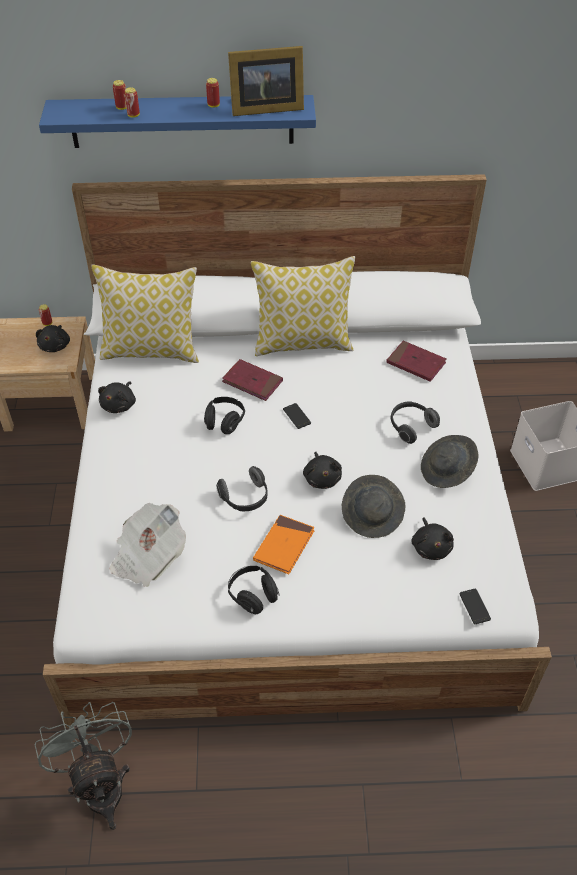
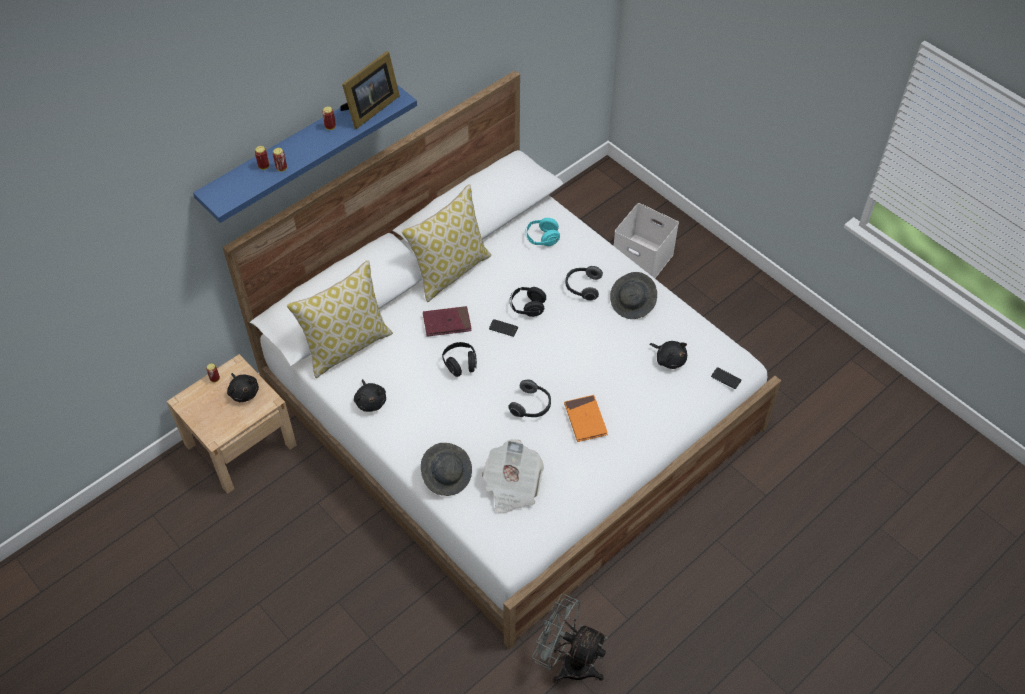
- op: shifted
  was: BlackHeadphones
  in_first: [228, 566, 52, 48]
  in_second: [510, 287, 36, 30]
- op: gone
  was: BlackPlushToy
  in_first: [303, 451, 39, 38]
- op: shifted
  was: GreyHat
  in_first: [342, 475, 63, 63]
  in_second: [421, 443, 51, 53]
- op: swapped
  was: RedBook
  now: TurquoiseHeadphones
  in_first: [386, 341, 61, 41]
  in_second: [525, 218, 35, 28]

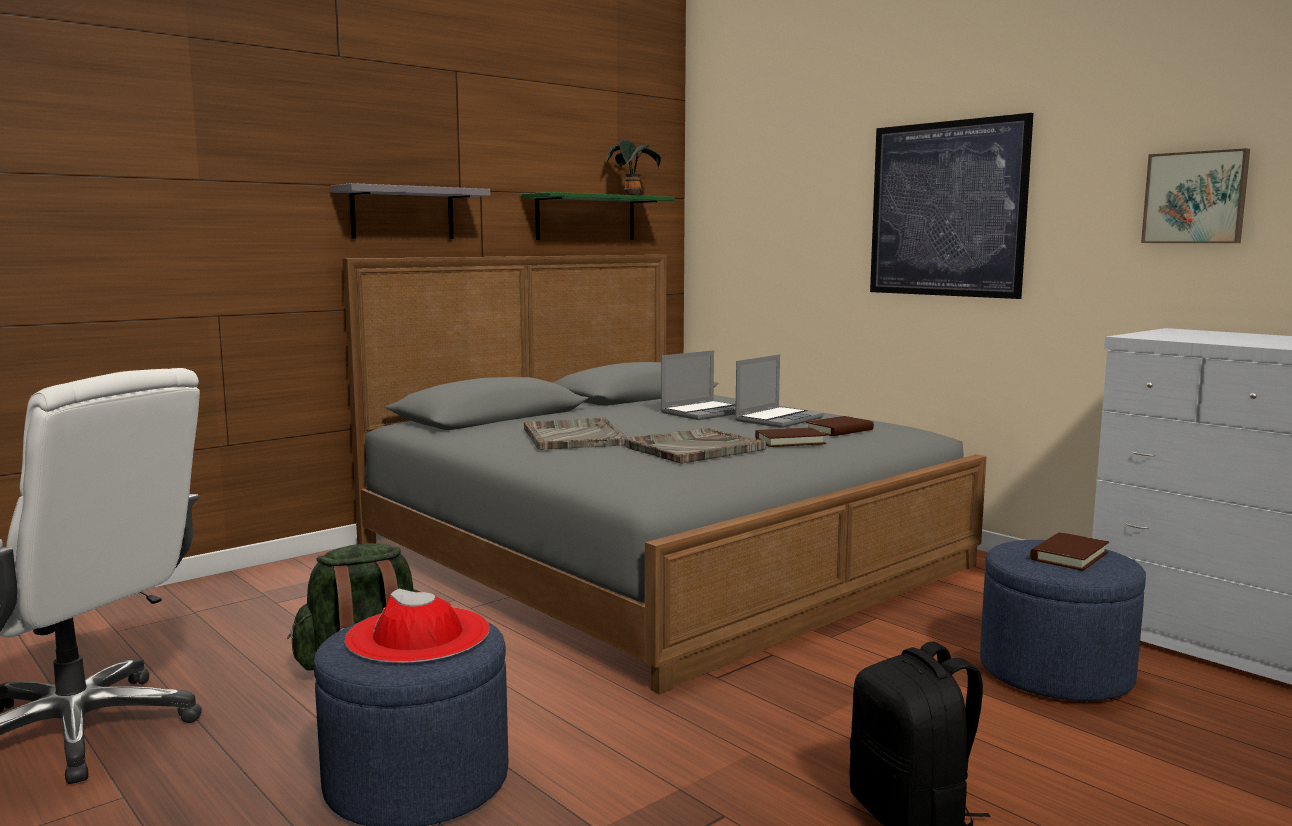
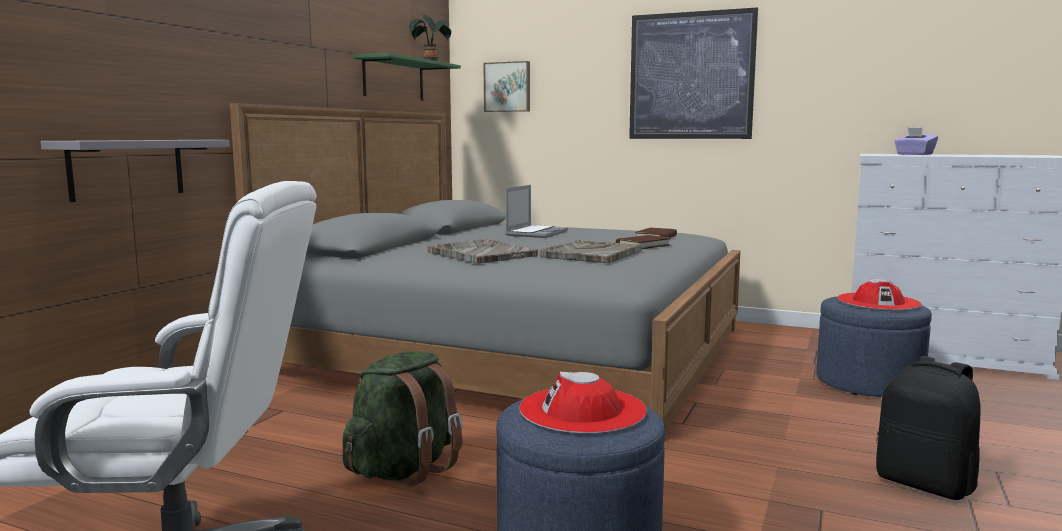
- op: shifted
  was: GreyShelf
  in_first: [331, 183, 159, 56]
  in_second: [41, 140, 189, 62]
- op: gone
  was: Laptop
  in_first: [735, 354, 89, 74]
- op: swapped
  was: BrownBook
  now: RedHat
  in_first: [1030, 532, 79, 39]
  in_second: [837, 279, 85, 31]
- op: shifted
  was: Picture
  in_first: [1141, 148, 109, 95]
  in_second: [483, 61, 47, 51]
- op: new
  now: PurpleTissueBox
  in_second: [894, 128, 44, 27]

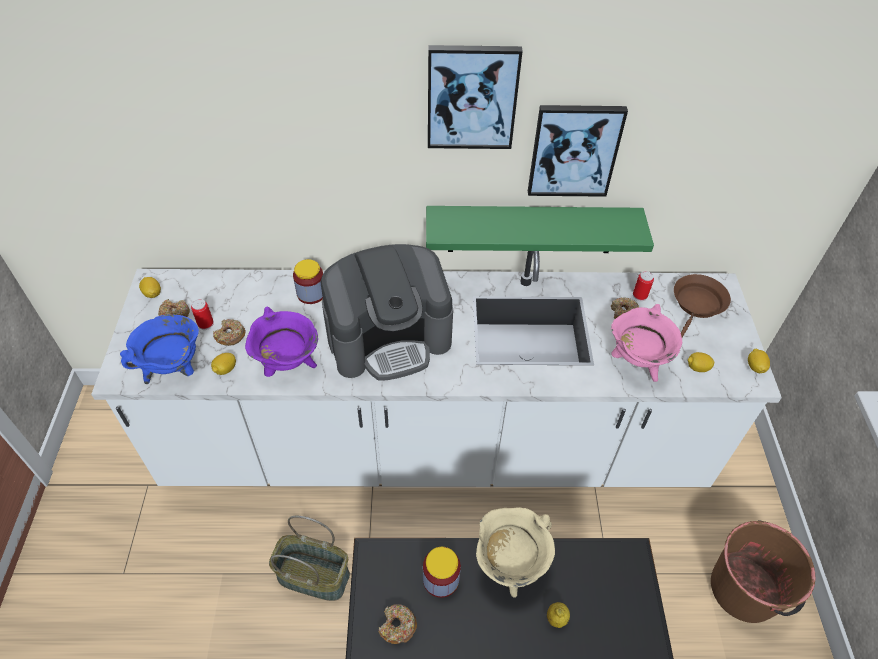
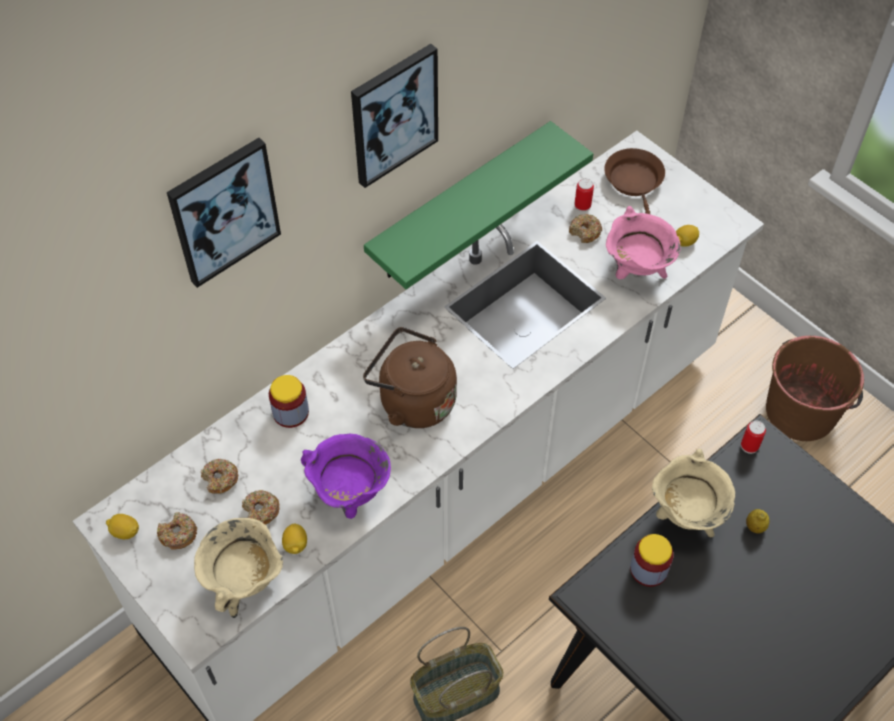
- op: repainted
  was: BlueCookingPot
  now: BeigeCookingPot
  in_first: [120, 314, 79, 70]
  in_second: [194, 518, 89, 100]
- op: shifted
  was: Can
  in_first: [191, 299, 23, 31]
  in_second: [741, 421, 25, 33]
- op: swapped
  was: CoffeeMachine
  now: BrownKettle
  in_first: [320, 244, 133, 137]
  in_second: [363, 327, 94, 101]
- op: shifted
  was: Donut
  in_first: [379, 604, 38, 40]
  in_second: [201, 459, 38, 35]
- op: shifted
  was: Picture
  in_first: [528, 105, 100, 92]
  in_second: [167, 138, 114, 150]
- op: gone
  was: Lemon
  in_first: [748, 349, 22, 24]

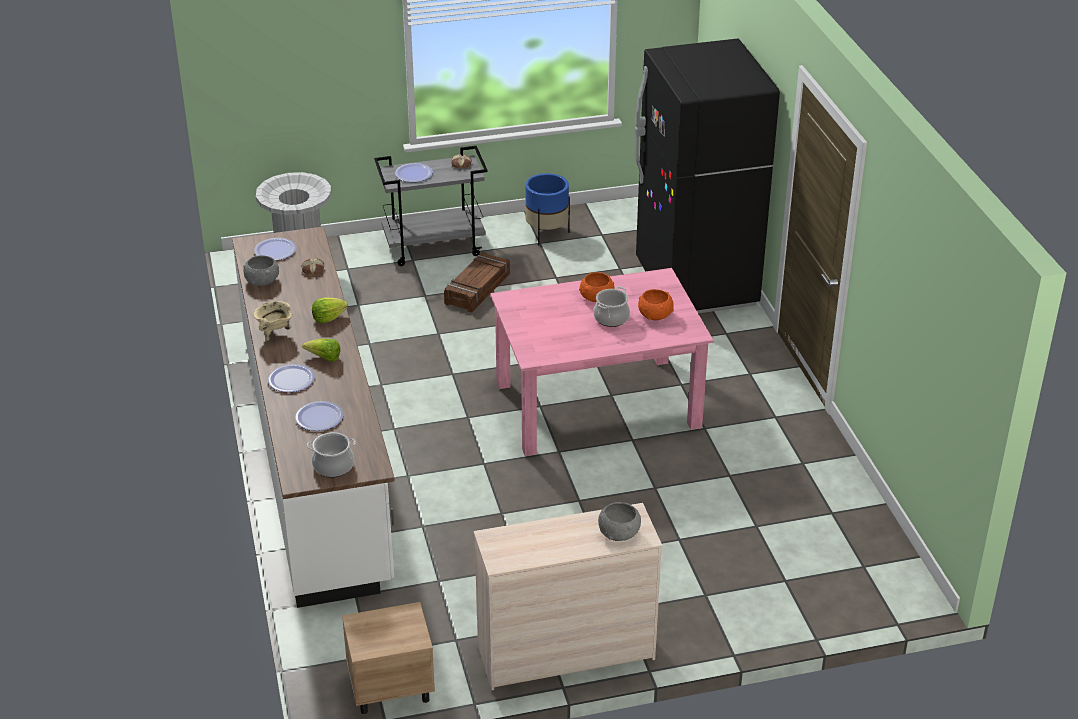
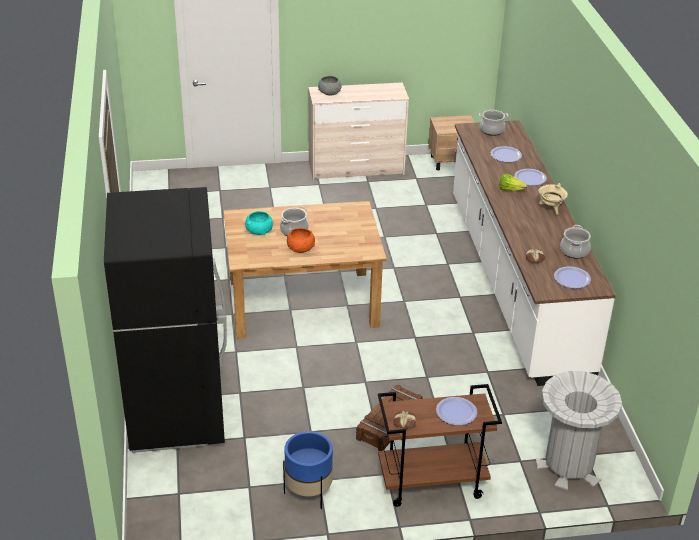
- op: swapped
  was: GreyBowl
  now: CookingPot
  in_first: [243, 255, 36, 31]
  in_second: [560, 225, 31, 34]
- op: gone
  was: Lettuce
  in_first: [312, 298, 36, 25]
- op: repainted
  was: GreyCart
  now: BrownCart
  in_first: [374, 146, 114, 120]
  in_second: [378, 384, 124, 123]
- op: repainted
  was: PinkDiningTable
  now: BrownDiningTable
  in_first: [490, 268, 224, 188]
  in_second: [224, 201, 163, 138]
- op: repainted
  was: OrangeBowl
  now: TurquoiseBowl
  in_first: [638, 289, 36, 31]
  in_second: [245, 211, 28, 24]

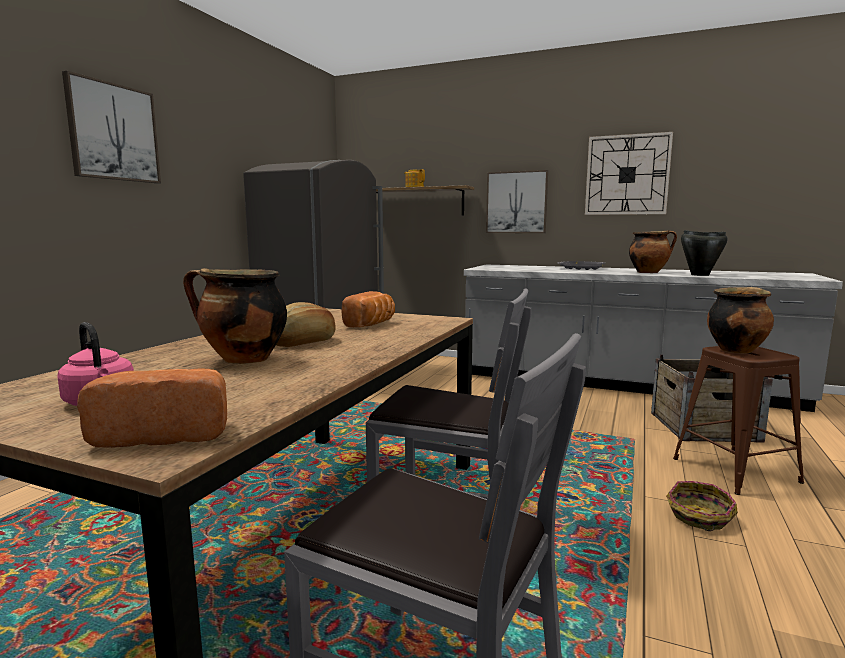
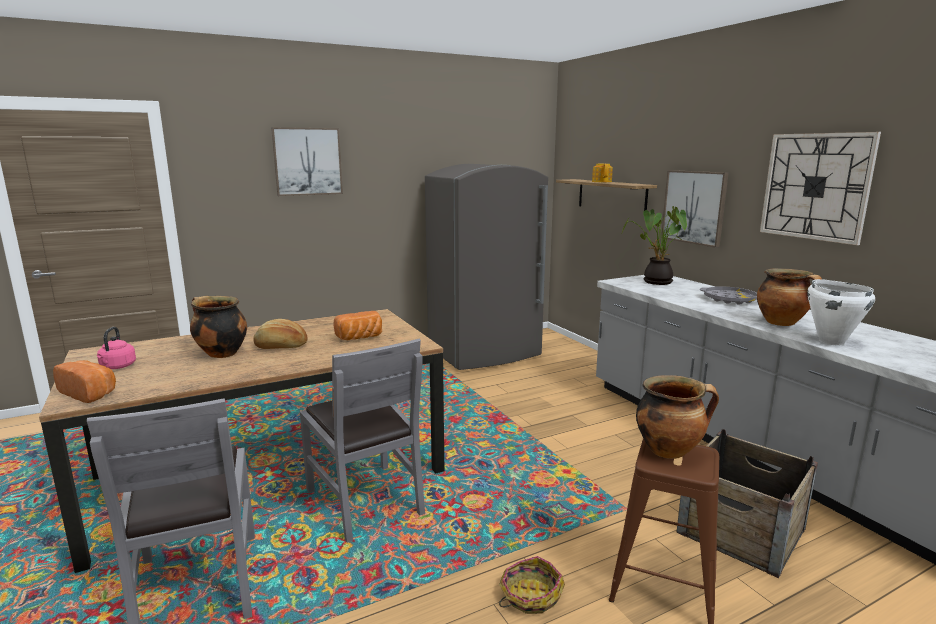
- op: repainted
  was: BlackCookingPot
  now: WhiteCookingPot
  in_first: [681, 230, 47, 46]
  in_second: [807, 279, 68, 66]
- op: new
  now: PottedPlant
  in_second: [622, 206, 65, 79]

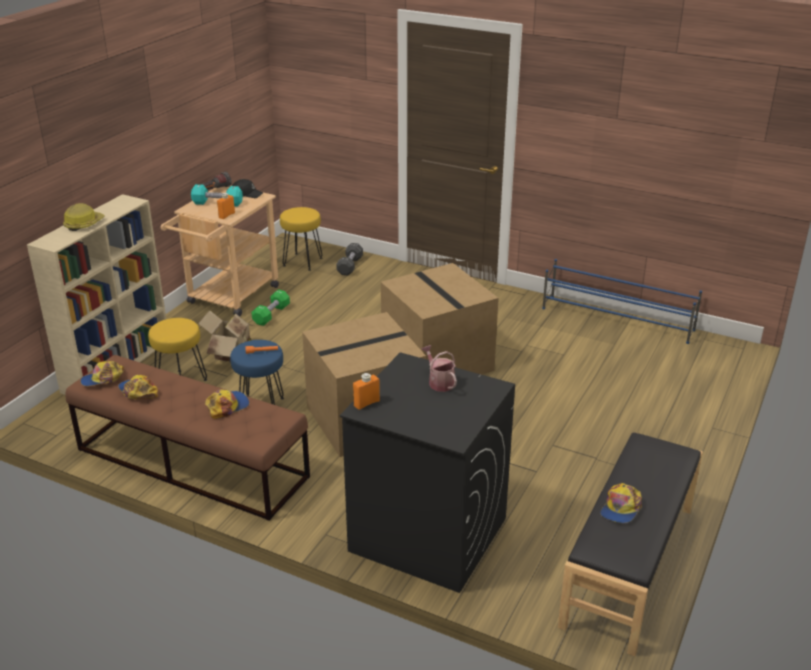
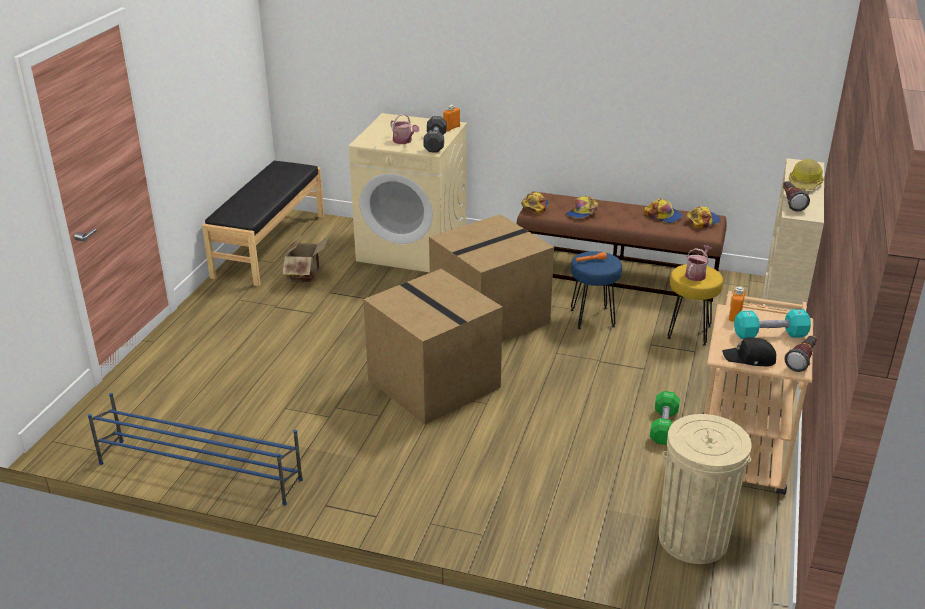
- op: shifted
  was: CardboardBox
  in_first: [198, 310, 56, 52]
  in_second: [283, 235, 46, 48]
- op: swapped
  was: YellowStool
  now: BeigeTrashCan
  in_first: [280, 207, 42, 64]
  in_second: [659, 414, 93, 150]
- op: shifted
  was: BlackDumbbell
  in_first: [336, 243, 27, 33]
  in_second: [423, 116, 24, 36]
- op: repainted
  was: BlackWashingMachine
  now: BeigeWashingMachine
  in_first: [340, 352, 175, 241]
  in_second: [349, 113, 118, 160]
- op: shifted
  was: Cap
  in_first: [600, 483, 42, 40]
  in_second: [521, 192, 28, 22]
- op: new
  now: WateringCan
  in_second: [685, 245, 27, 36]
- op: new
  now: Flashlight
  in_second: [783, 181, 27, 31]

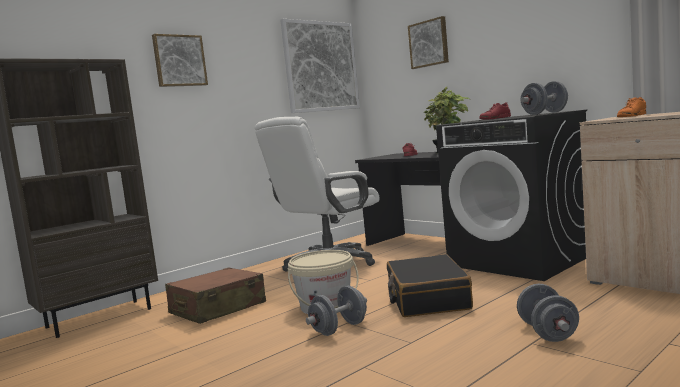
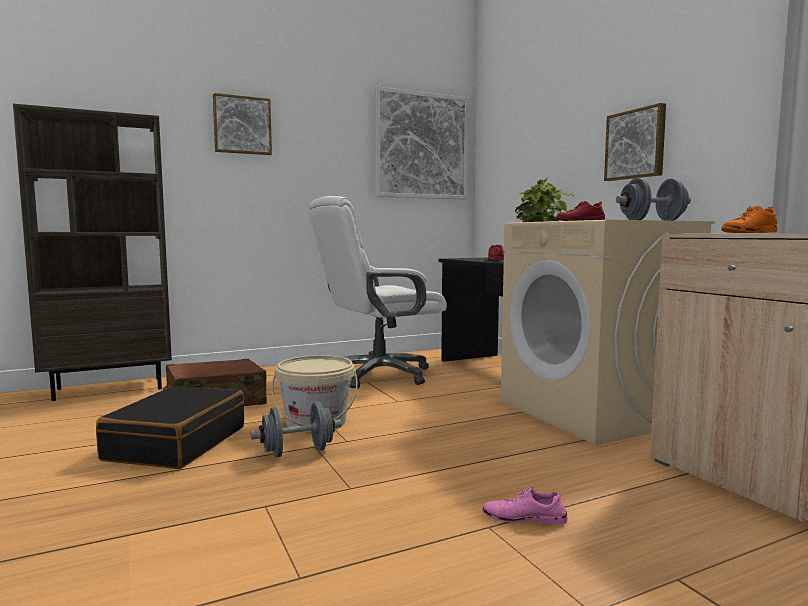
- op: shifted
  was: BlackSuitcase
  in_first: [387, 254, 86, 63]
  in_second: [96, 386, 148, 83]
- op: shifted
  was: Picture
  in_first: [408, 16, 41, 53]
  in_second: [604, 103, 62, 78]
- op: repainted
  was: BlackWashingMachine
  now: BeigeWashingMachine
  in_first: [436, 110, 151, 171]
  in_second: [501, 220, 214, 225]
- op: swapped
  was: GreyDumbbell
  now: PinkShoe
  in_first: [517, 284, 62, 58]
  in_second: [482, 487, 86, 38]

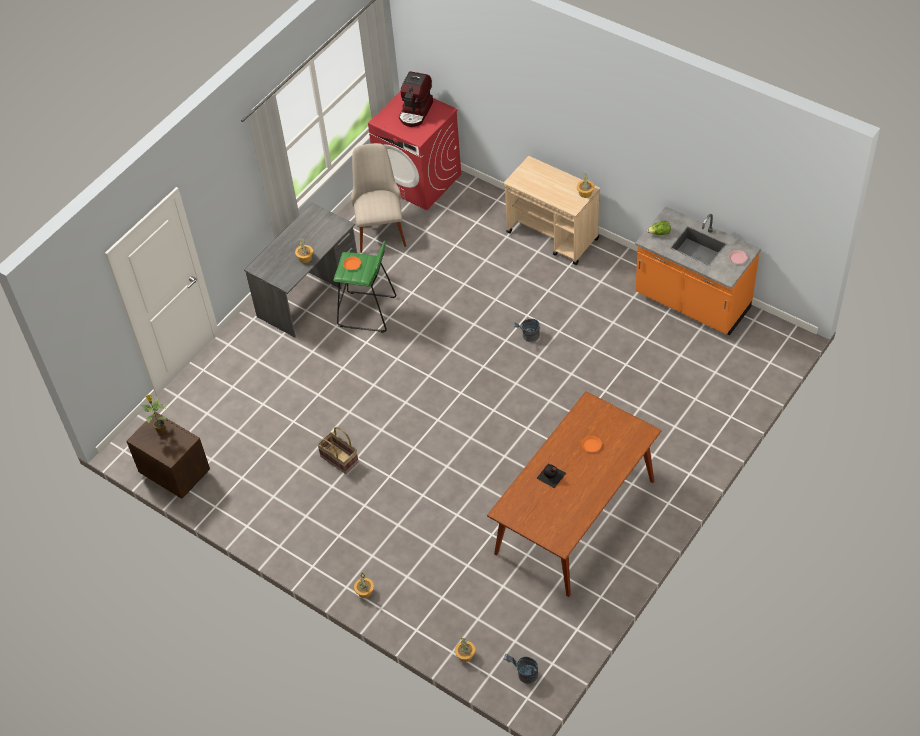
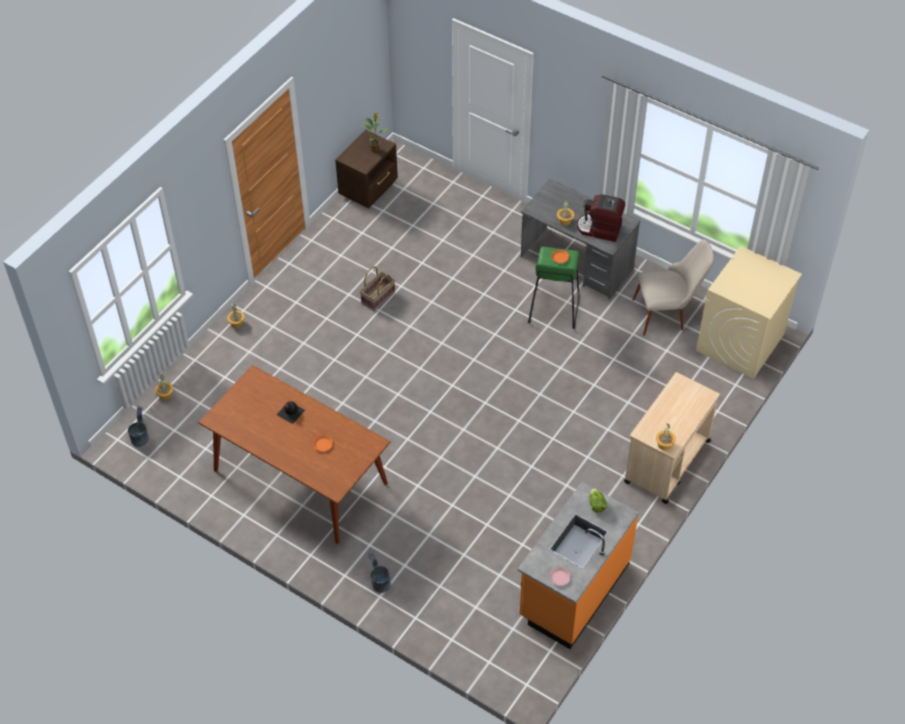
- op: repainted
  was: RedWashingMachine
  now: BeigeWashingMachine
  in_first: [368, 91, 93, 119]
  in_second: [696, 246, 106, 133]
- op: shifted
  was: CoffeeMachine
  in_first: [399, 71, 34, 56]
  in_second: [577, 194, 48, 48]
- op: shifted
  was: GreyBucket
  in_first: [512, 319, 28, 23]
  in_second: [367, 551, 24, 42]

